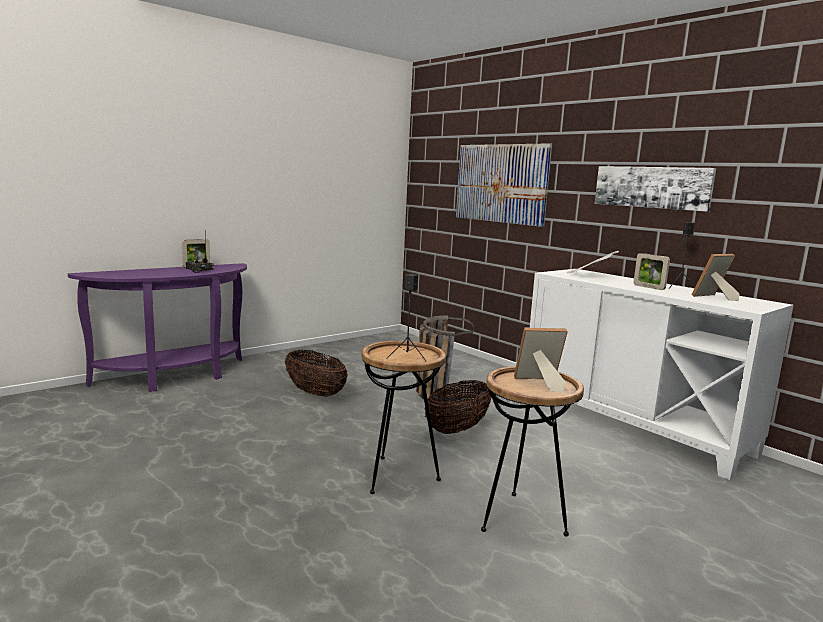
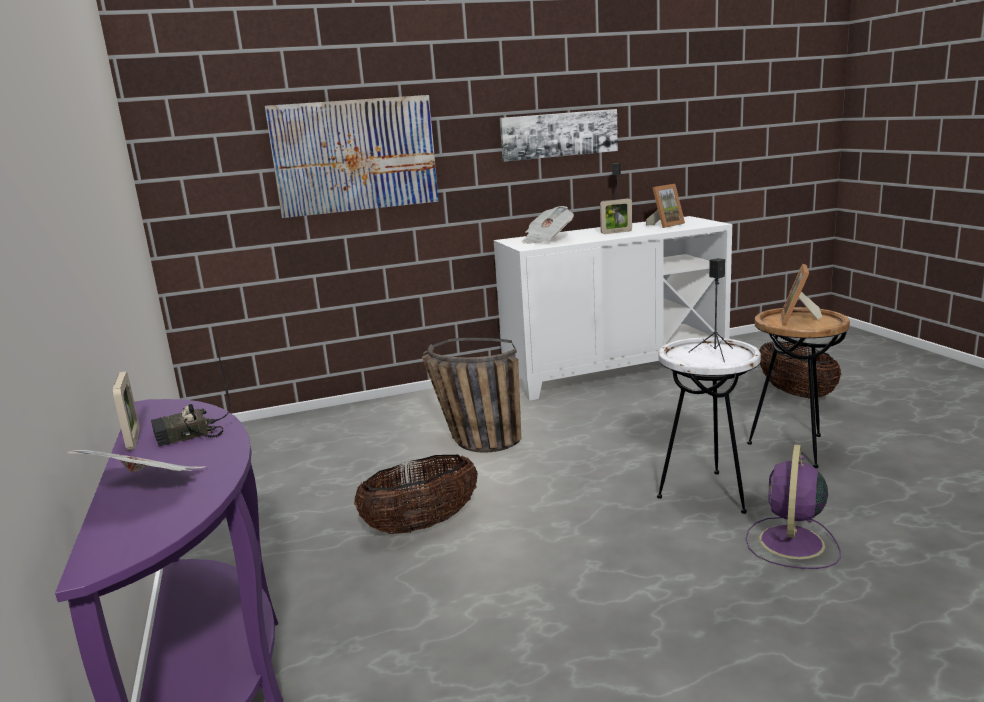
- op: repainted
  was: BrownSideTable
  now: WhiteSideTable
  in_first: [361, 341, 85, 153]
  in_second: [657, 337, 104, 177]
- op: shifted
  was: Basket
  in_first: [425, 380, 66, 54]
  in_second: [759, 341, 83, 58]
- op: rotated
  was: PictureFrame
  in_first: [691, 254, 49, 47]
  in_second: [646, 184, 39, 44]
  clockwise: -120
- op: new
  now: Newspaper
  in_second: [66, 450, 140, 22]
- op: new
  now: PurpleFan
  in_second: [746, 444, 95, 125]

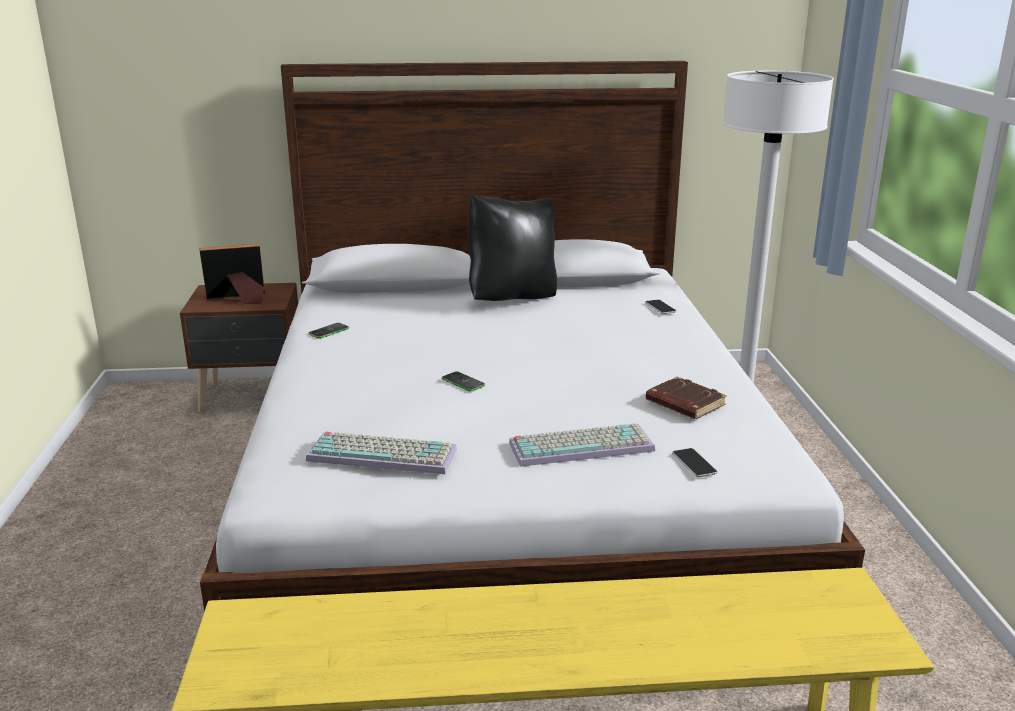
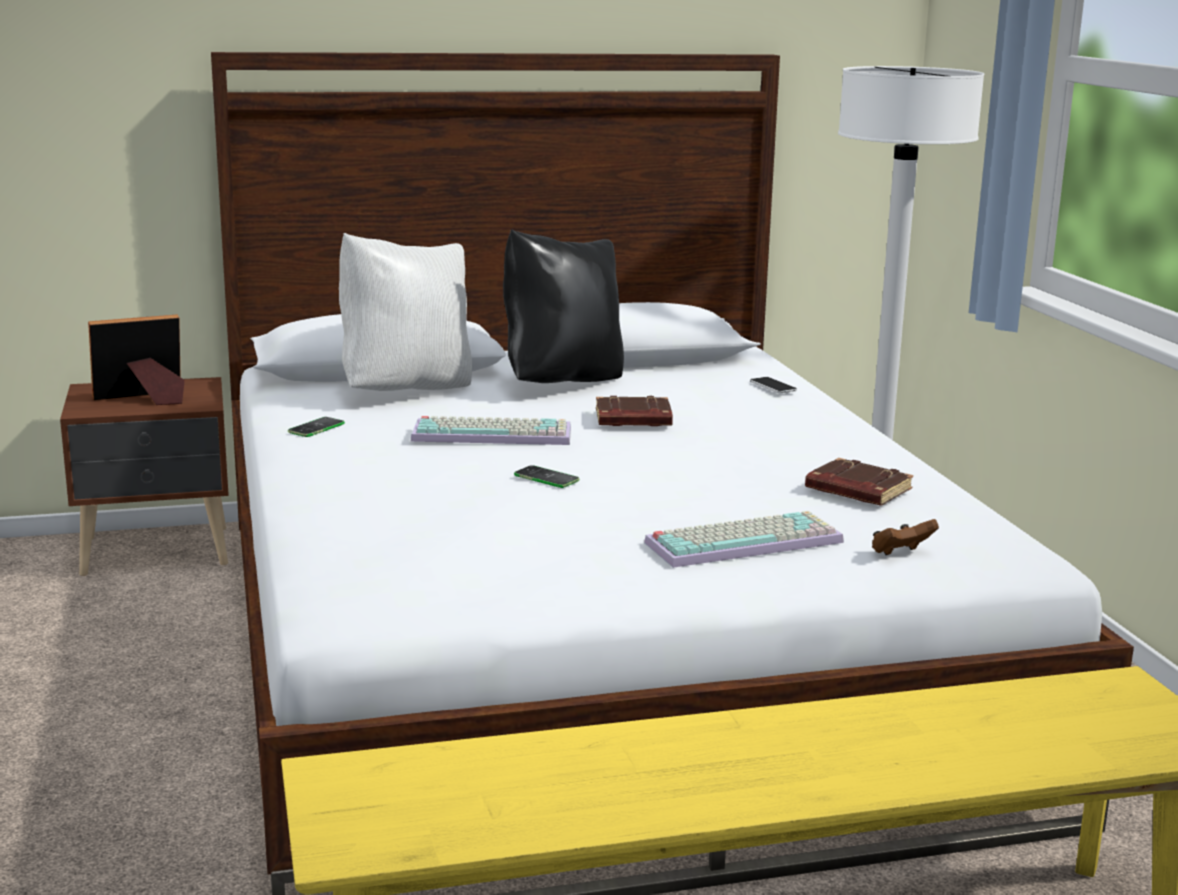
- op: shifted
  was: Keyboard
  in_first: [306, 432, 151, 42]
  in_second: [410, 416, 161, 29]
- op: swapped
  was: Phone
  now: BrownGameController
  in_first: [672, 448, 45, 29]
  in_second: [872, 519, 67, 36]
- op: new
  now: WhitePillow
  in_second: [339, 233, 133, 158]
- op: new
  now: BrownBook
  in_second: [596, 396, 77, 30]

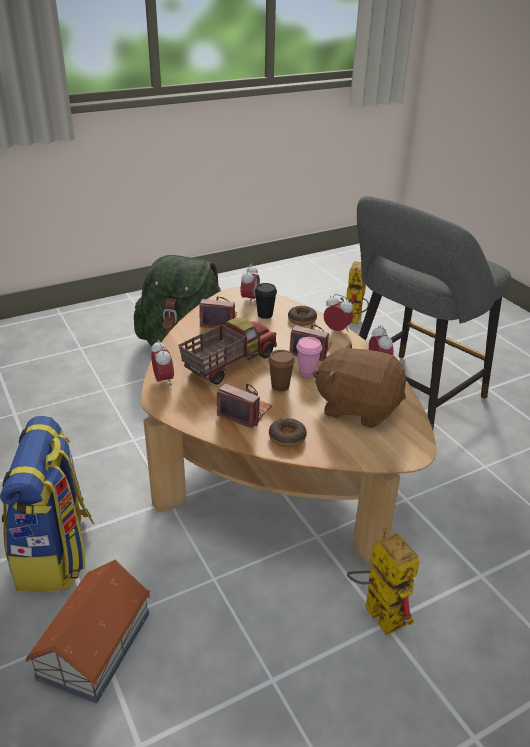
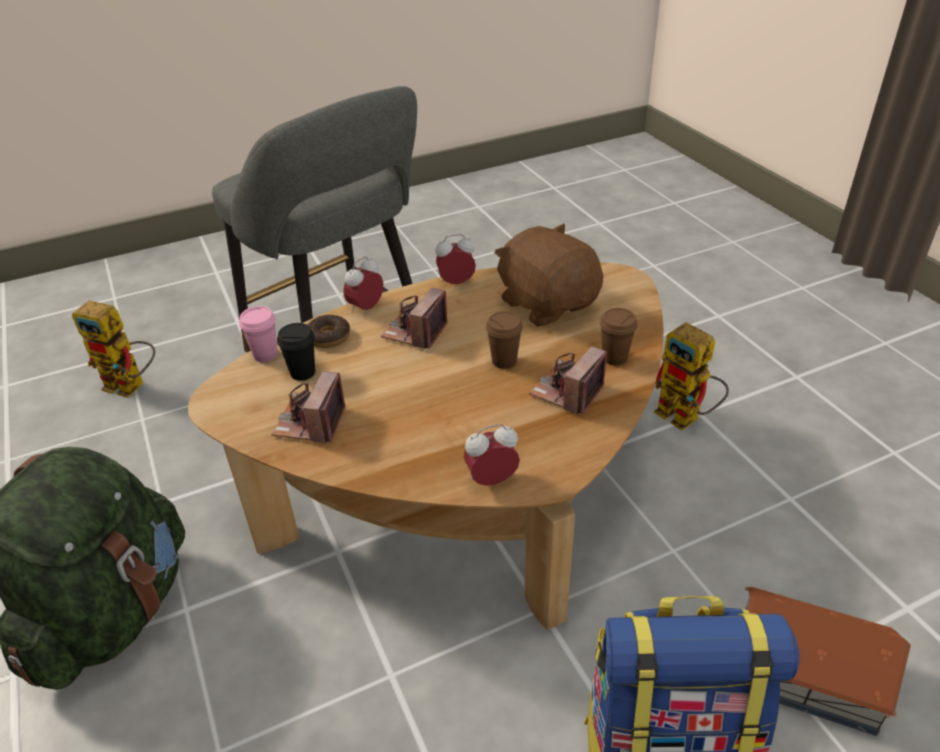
- op: gone
  was: ToyTruck
  in_first: [178, 317, 99, 68]
- op: gone
  was: AlarmClock
  in_first: [240, 264, 20, 39]
- op: swapped
  was: Donut
  now: BrownCup
  in_first: [269, 418, 38, 29]
  in_second: [600, 308, 37, 58]
- op: shifted
  was: PinkCup
  in_first: [296, 337, 26, 40]
  in_second: [239, 306, 39, 56]
- op: rotated
  was: BrownPlushToy
  in_first: [313, 341, 93, 87]
  in_second: [494, 224, 110, 103]
  clockwise: 120
- op: rotated
  was: ToyRobot
  in_first: [347, 528, 73, 108]
  in_second: [654, 322, 75, 108]
  clockwise: -105

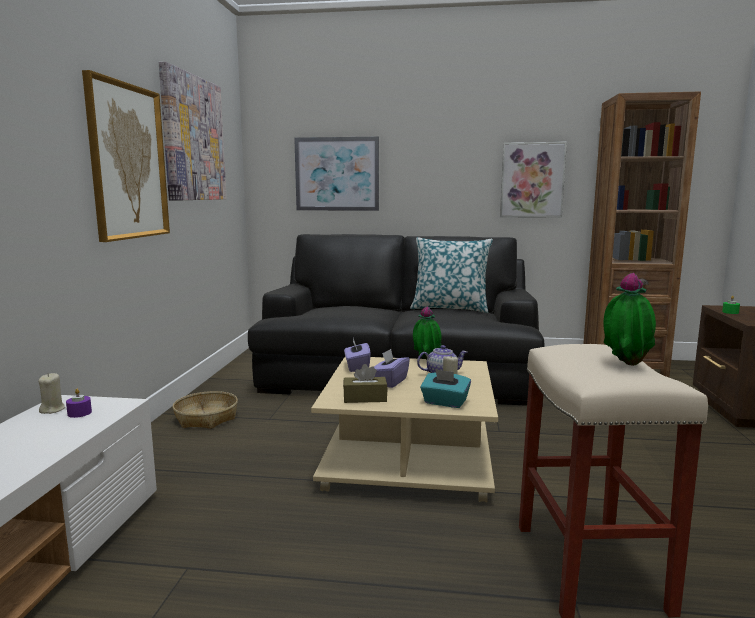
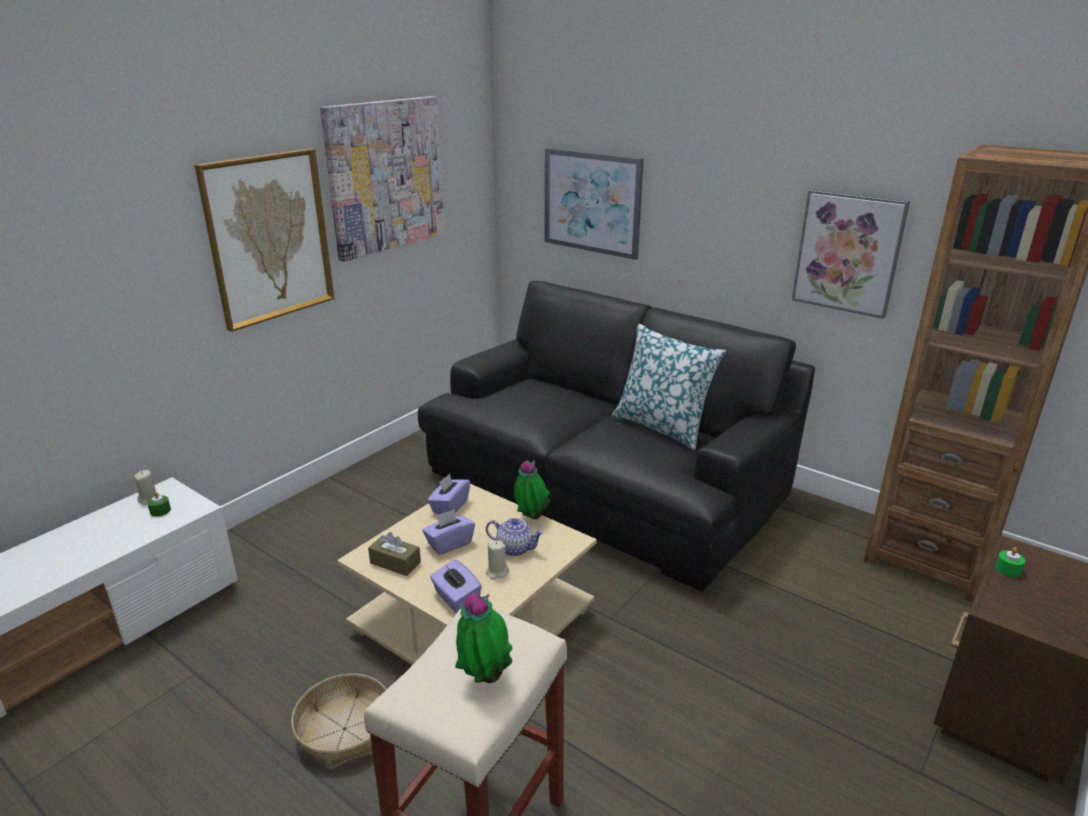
- op: repainted
  was: PurpleCandle
  now: GreenCandle
  in_first: [66, 389, 26, 29]
  in_second: [147, 492, 24, 25]
- op: shifted
  was: Basket
  in_first: [173, 391, 65, 38]
  in_second: [291, 674, 96, 93]
- op: repainted
  was: TurquoiseTissueBox
  now: PurpleTissueBox
  in_first: [420, 369, 51, 39]
  in_second: [430, 560, 52, 53]

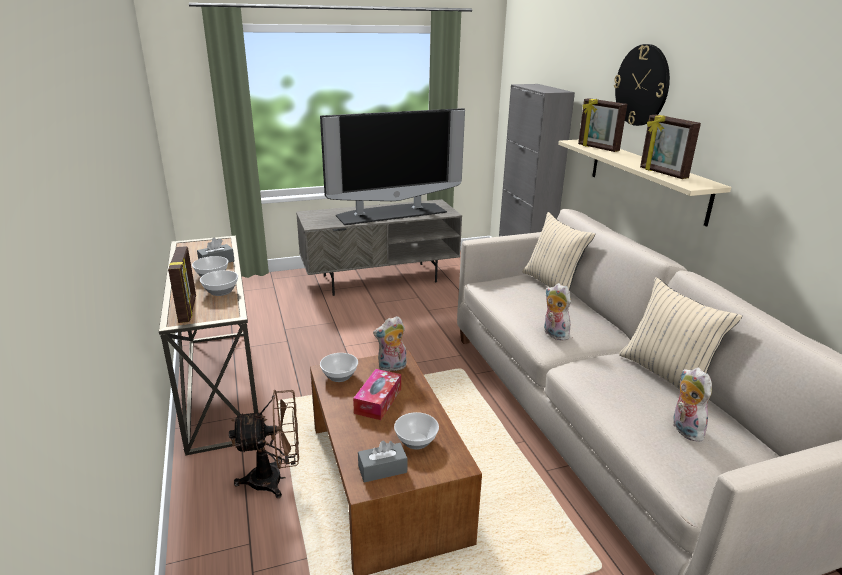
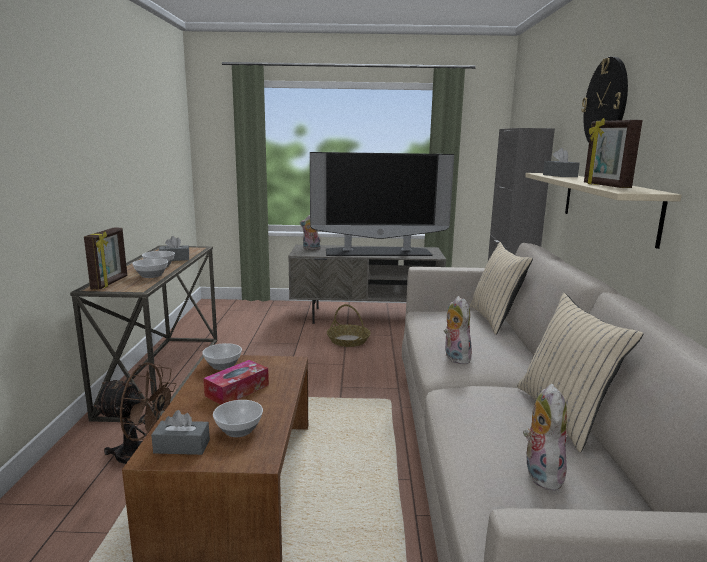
- op: shifted
  was: PlushToy
  in_first: [373, 316, 34, 56]
  in_second: [300, 215, 21, 35]
- op: swapped
  was: PictureFrame
  now: GreyTissueBox
  in_first: [578, 98, 49, 54]
  in_second: [543, 148, 37, 29]
- op: new
  now: Basket
  in_second: [327, 304, 44, 43]

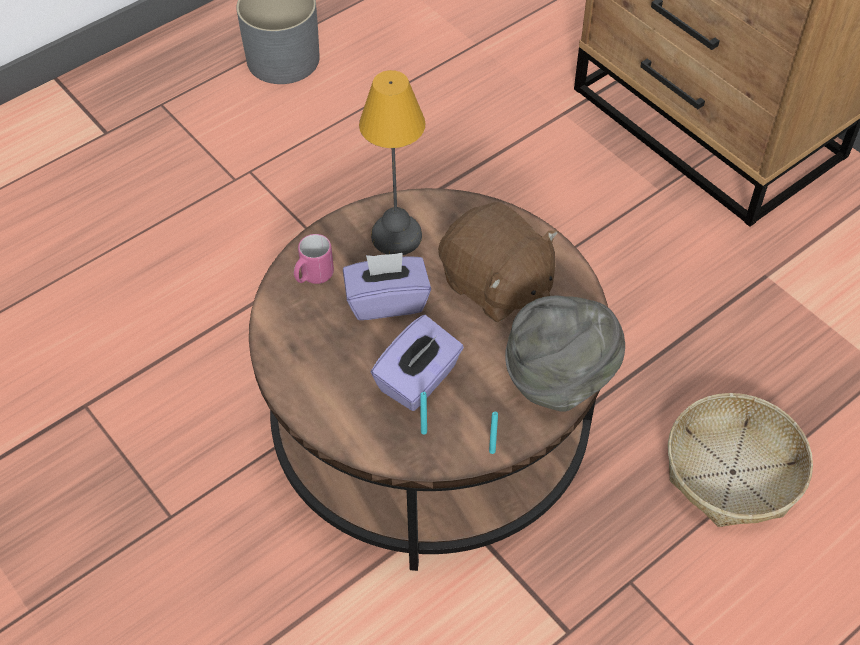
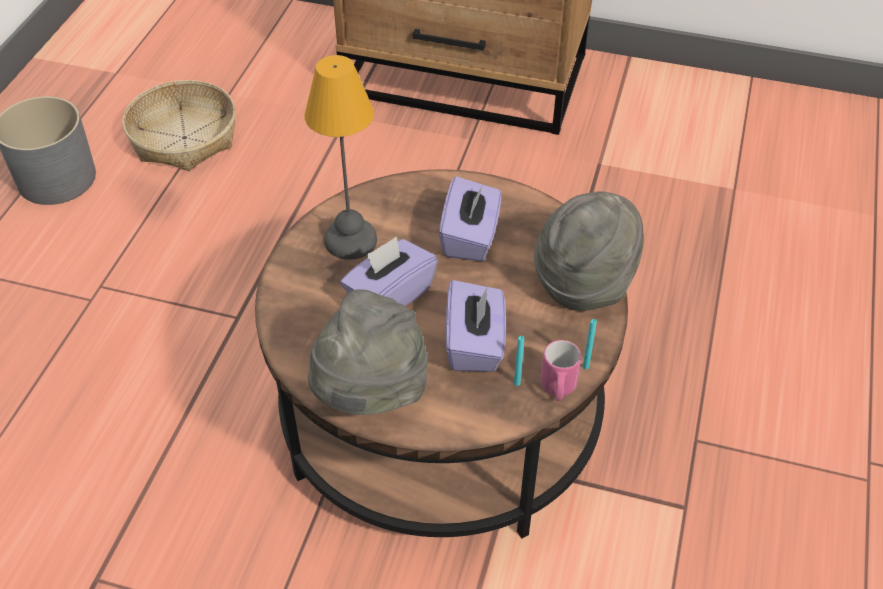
- op: shifted
  was: PinkMug
  in_first: [294, 234, 40, 50]
  in_second: [540, 340, 41, 61]
- op: swapped
  was: BrownPlushToy
  now: PurpleTissueBox
  in_first: [438, 202, 120, 120]
  in_second: [439, 176, 62, 86]
- op: shifted
  was: Basket
  in_first: [668, 393, 145, 134]
  in_second: [122, 80, 114, 91]
- op: new
  now: GreyHat
  in_second: [308, 289, 120, 126]

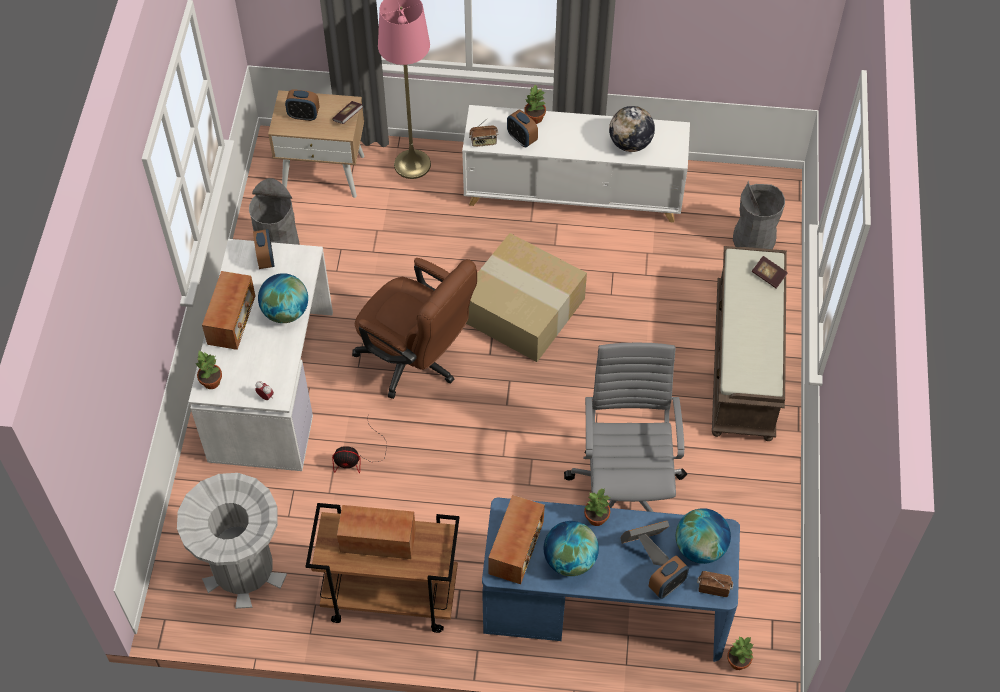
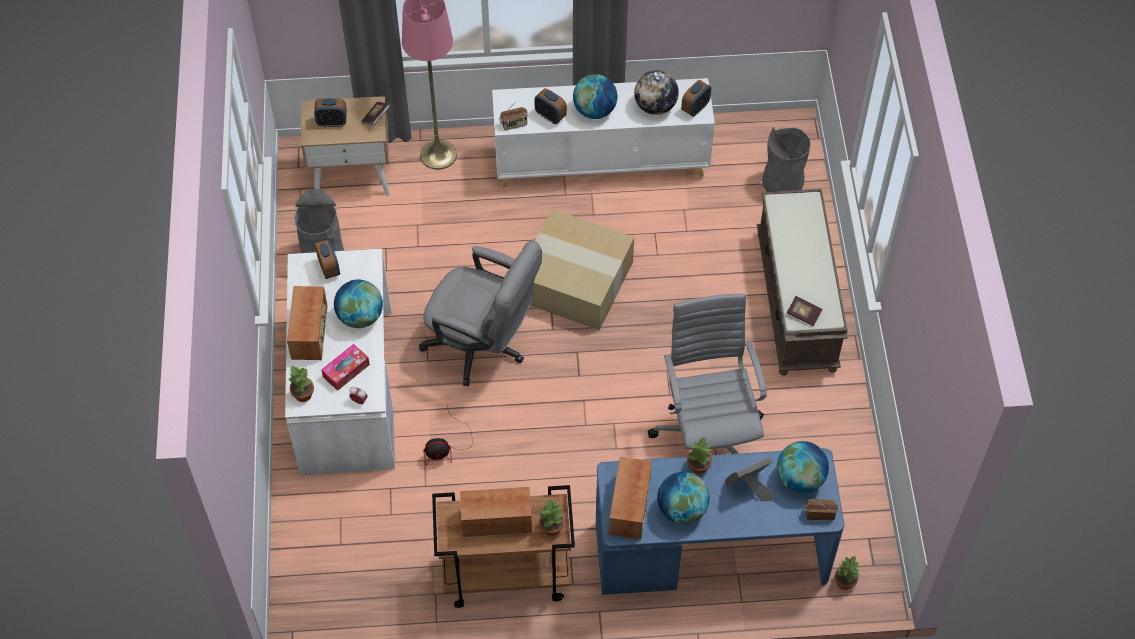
- op: gone
  was: GreyTrashCan
  in_first: [177, 473, 110, 136]
- op: repainted
  was: BrownOfficeChair
  now: GreyOfficeChair
  in_first: [352, 258, 125, 141]
  in_second: [419, 241, 123, 145]
- op: shifted
  was: PottedPlant
  in_first: [524, 85, 22, 39]
  in_second: [539, 498, 25, 38]
- op: shifted
  was: AlarmClock
  in_first: [649, 556, 40, 43]
  in_second: [681, 80, 30, 37]
- op: shifted
  was: Book
  in_first: [752, 256, 36, 33]
  in_second: [787, 296, 35, 30]
- op: new
  now: TissueBox
  in_second: [321, 344, 49, 47]
- op: new
  now: Globe
  in_second: [573, 74, 44, 45]

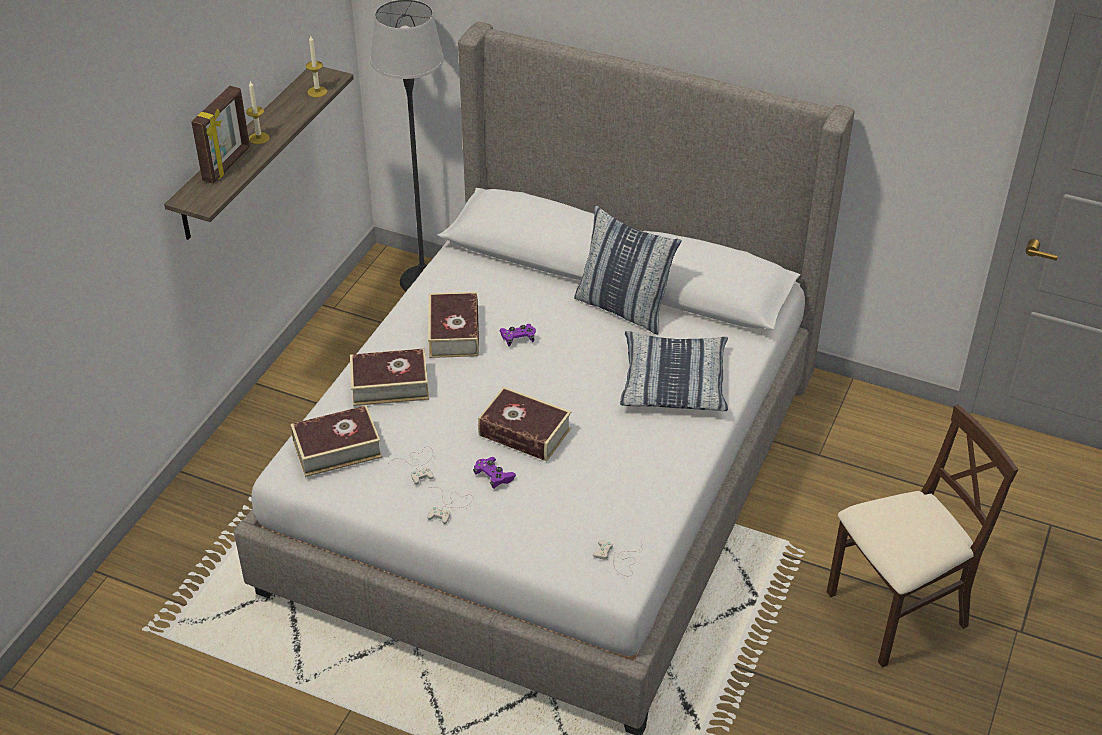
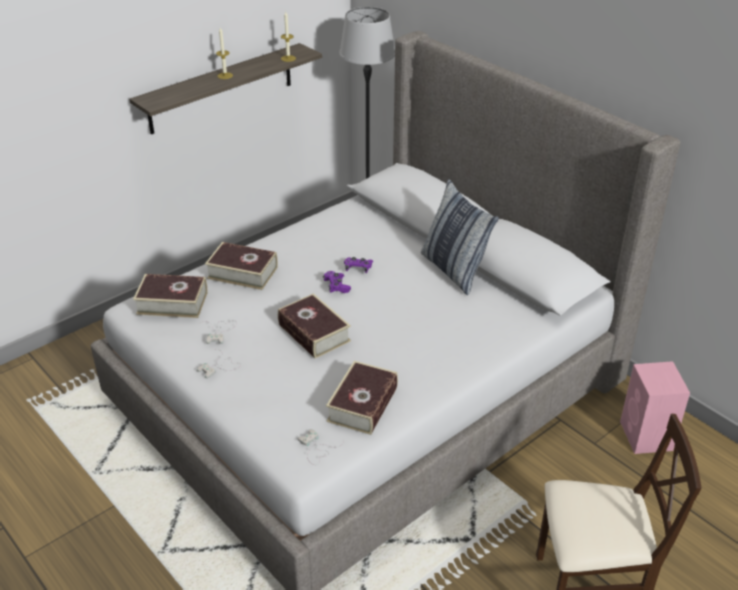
- op: gone
  was: PictureFrame
  in_first: [191, 86, 59, 98]
- op: shifted
  was: Book
  in_first: [428, 292, 51, 66]
  in_second: [326, 361, 72, 74]
- op: shifted
  was: PurpleGameController
  in_first: [473, 457, 43, 32]
  in_second: [323, 271, 28, 22]
- op: gone
  was: Pillow
  in_first: [620, 331, 108, 80]
- op: new
  now: PinkSpeaker
  in_second: [620, 361, 70, 93]

